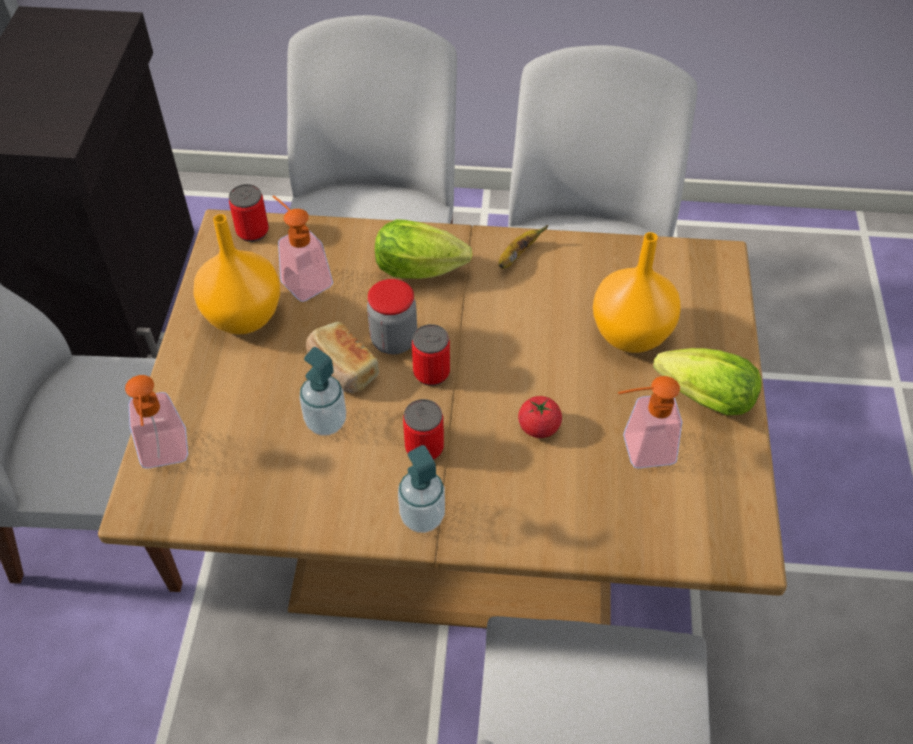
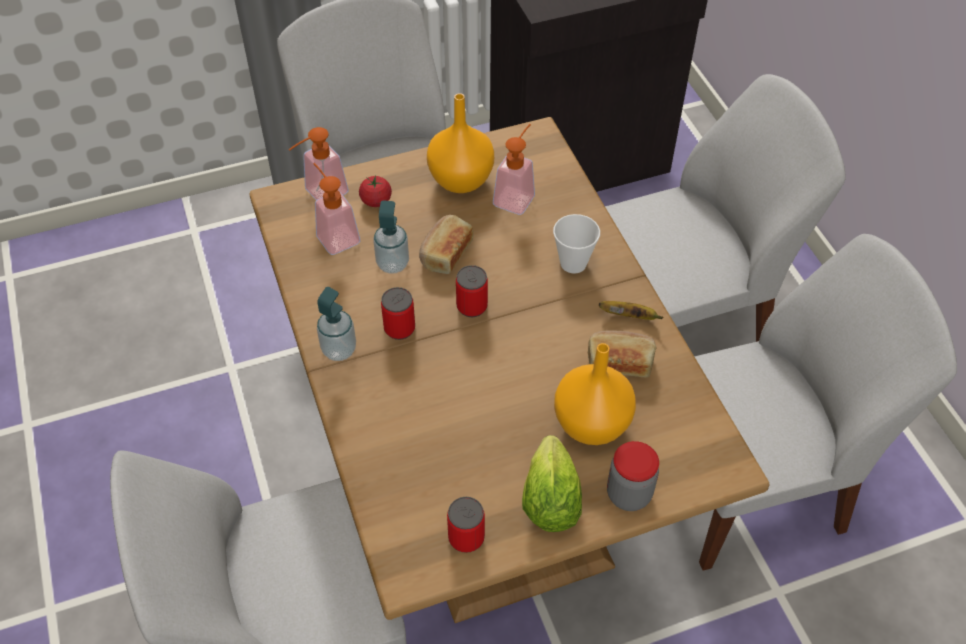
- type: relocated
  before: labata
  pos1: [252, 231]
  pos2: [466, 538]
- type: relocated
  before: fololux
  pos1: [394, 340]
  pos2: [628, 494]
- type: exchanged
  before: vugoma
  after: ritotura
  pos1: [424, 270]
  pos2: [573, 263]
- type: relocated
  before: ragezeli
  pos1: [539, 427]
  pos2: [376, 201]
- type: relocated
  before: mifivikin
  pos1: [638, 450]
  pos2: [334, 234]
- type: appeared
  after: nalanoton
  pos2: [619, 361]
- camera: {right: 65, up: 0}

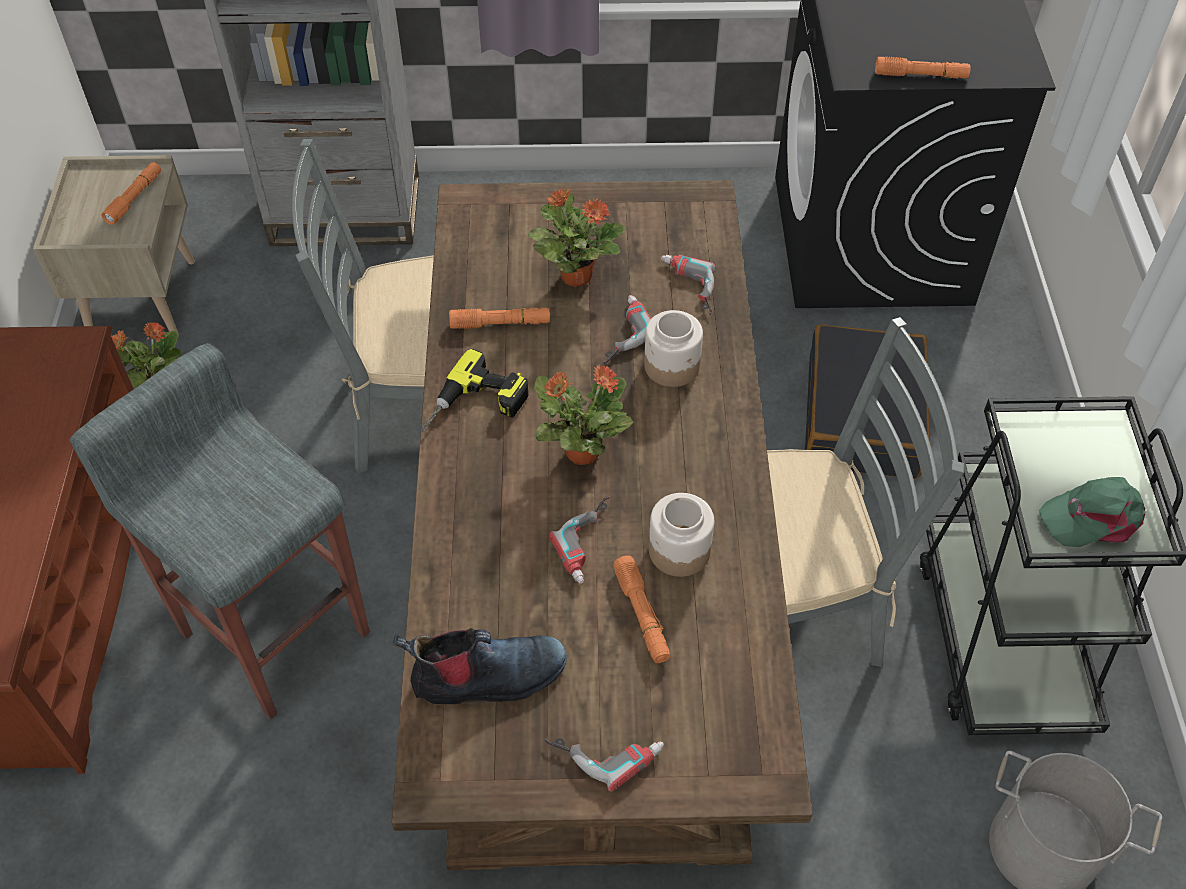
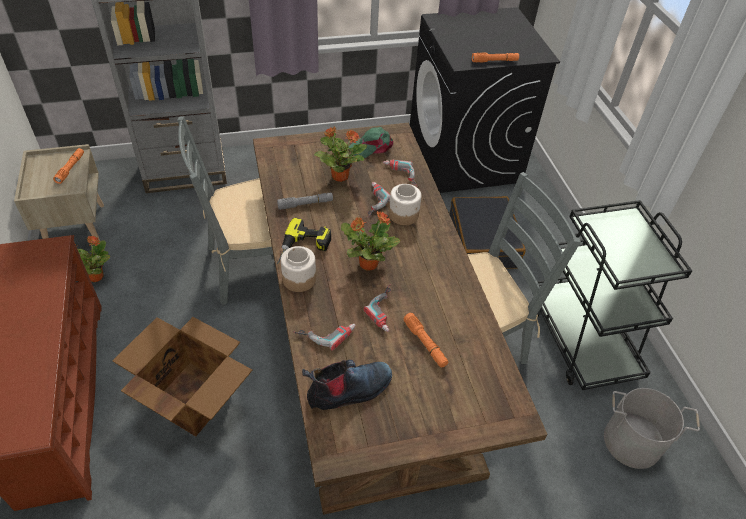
- type: exchanged
  before: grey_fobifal
  after: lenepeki
  pos1: [274, 629]
  pos2: [192, 397]
- type: colour
  before: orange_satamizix
  after: grey_satamizix
  pos1: [500, 324]
  pos2: [305, 204]
- type: relocated
  before: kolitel
  pos1: [605, 748]
  pos2: [325, 331]
- type: relocated
  before: fololux
  pos1: [679, 550]
  pos2: [298, 279]
- type: relocated
  before: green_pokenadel
  pos1: [1093, 517]
  pos2: [372, 147]
- camera: {right: -15, up: -5}

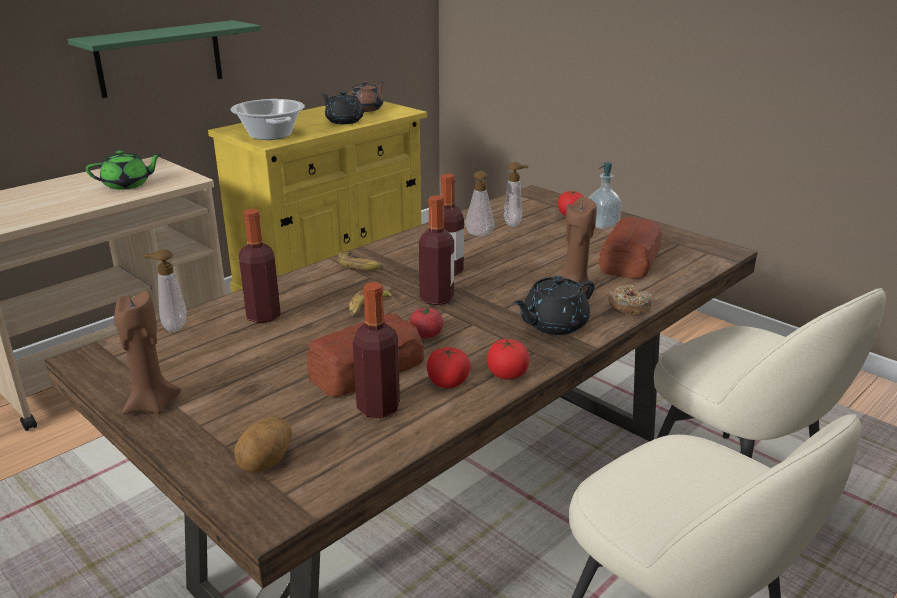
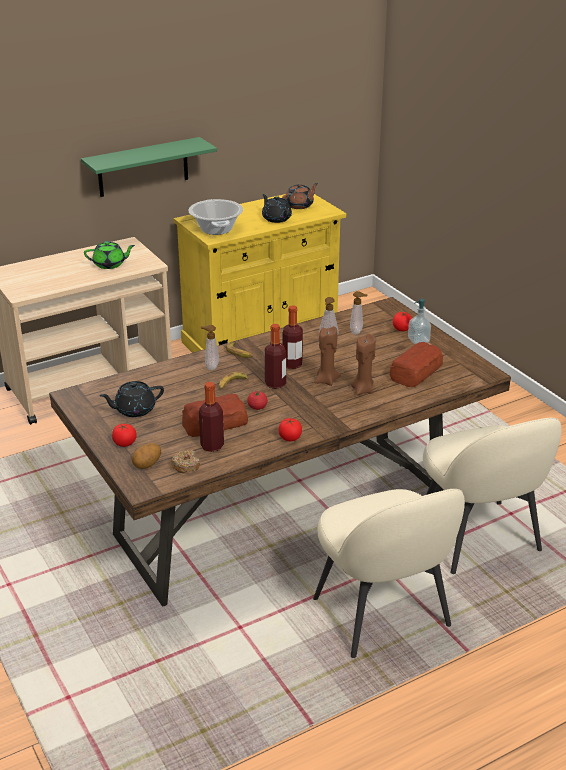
- type: relocated
  before: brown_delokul
  pos1: [151, 405]
  pos2: [326, 380]
- type: relocated
  before: mifivikin
  pos1: [172, 327]
  pos2: [210, 367]
- type: missing
  before: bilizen
  pos1: [263, 316]
- type: relocated
  before: ragezeli
  pos1: [448, 382]
  pos2: [124, 443]
- type: relocated
  before: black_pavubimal
  pos1: [553, 324]
  pos2: [134, 410]
- type: relocated
  before: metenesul
  pos1: [628, 307]
  pos2: [185, 465]
- camera: {right: 15, up: 5}

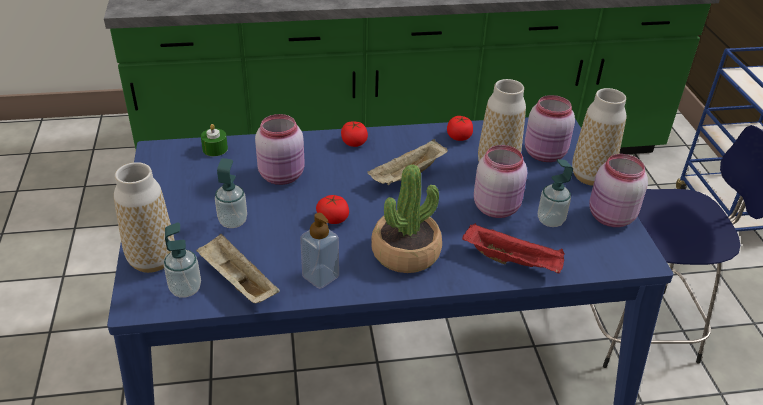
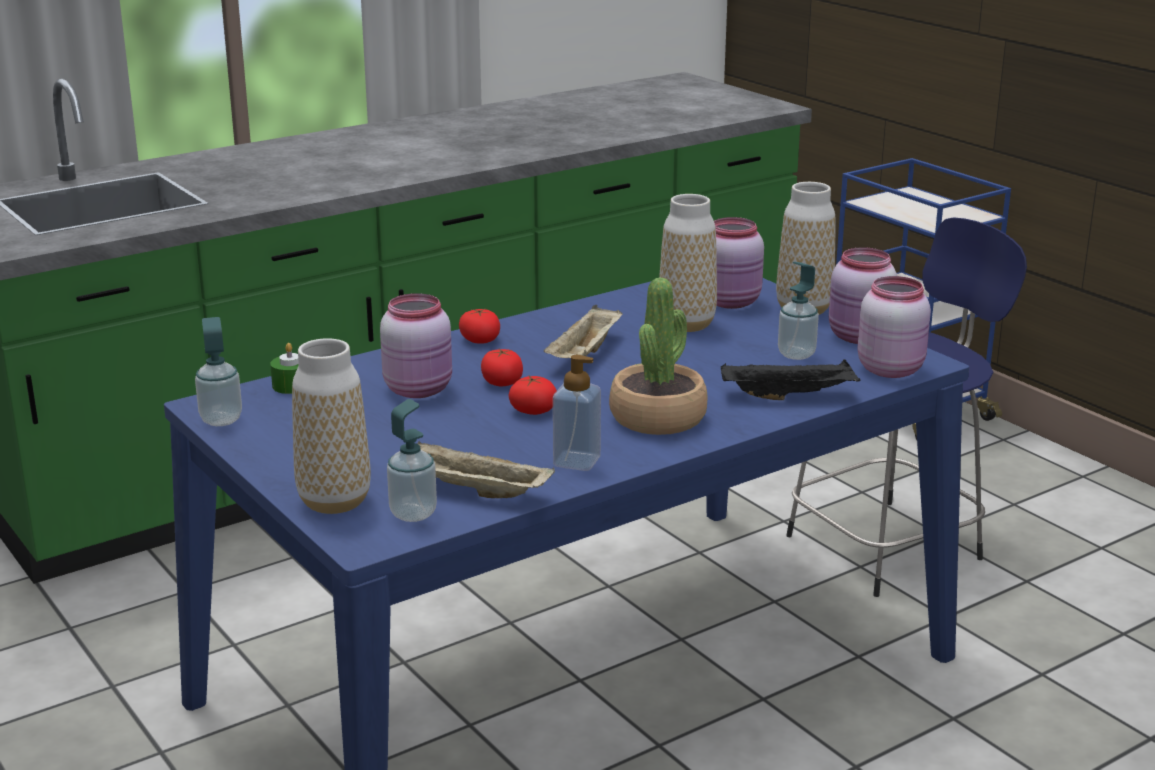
- type: relocated
  before: mifivikin
  pos1: [233, 221]
  pos2: [221, 420]
- type: relocated
  before: ragezeli
  pos1: [459, 136]
  pos2: [502, 382]
- type: colour
  before: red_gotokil
  after: black_gotokil
  pos1: [513, 261]
  pos2: [789, 395]
- type: relocated
  before: pink_fololux
  pos1: [497, 207]
  pos2: [891, 369]
- camera: {right: -25, up: -15}

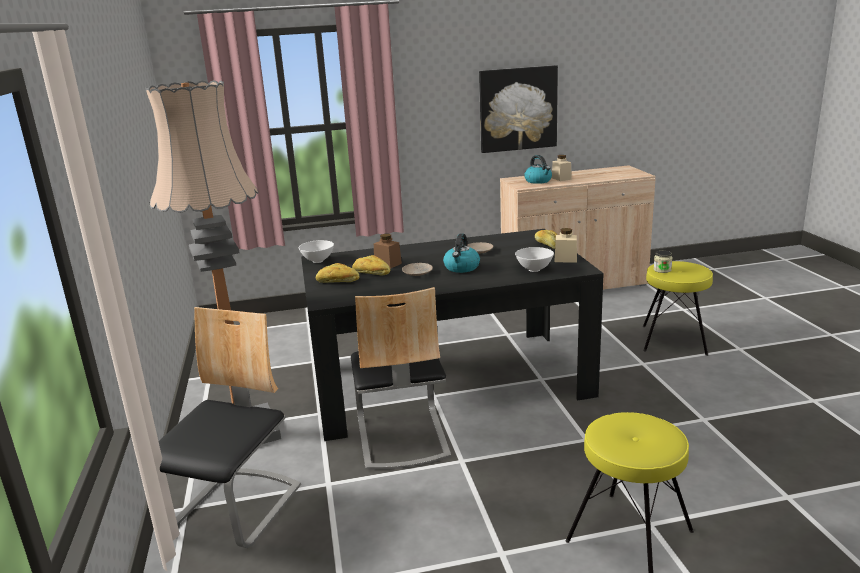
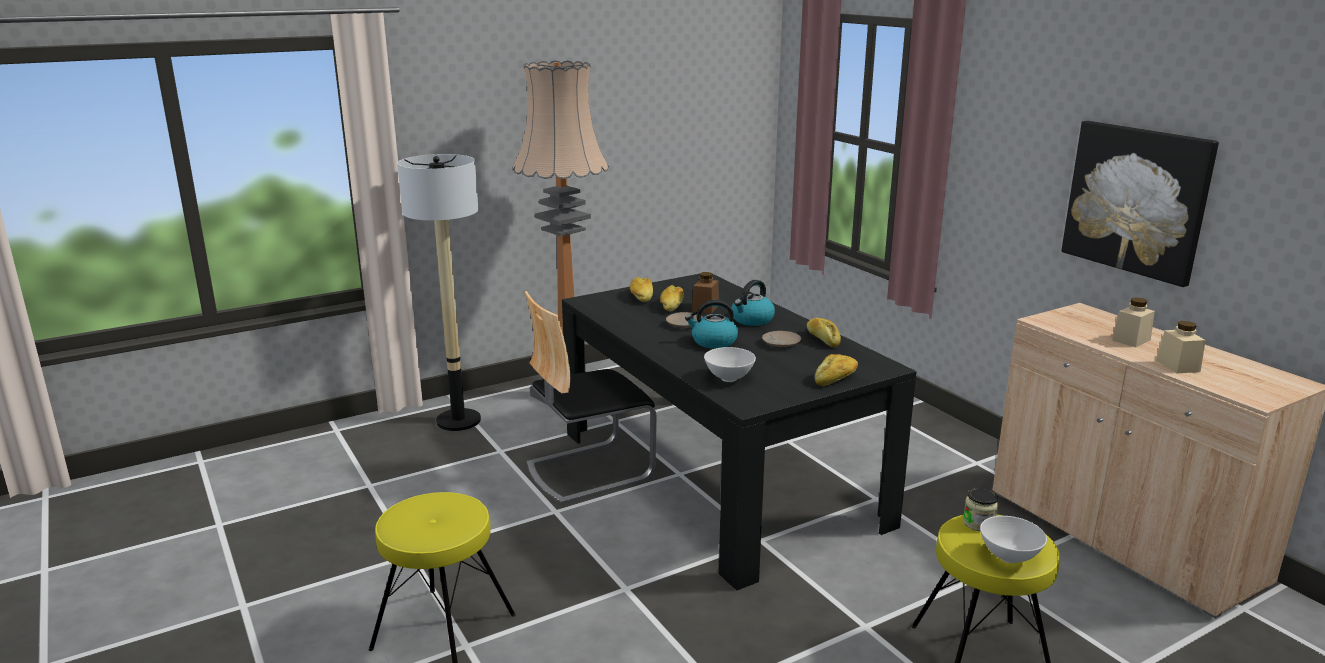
- type: exchanged
  before: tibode
  after: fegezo
  pos1: [235, 508]
  pos2: [459, 421]
- type: relocated
  before: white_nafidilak
  pos1: [317, 261]
  pos2: [1008, 557]
- type: relocated
  before: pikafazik
  pos1: [538, 181]
  pos2: [752, 320]
- type: relocated
  before: beige_fololux
  pos1: [565, 259]
  pos2: [1178, 366]
- type: appeared
  after: nalanoton
  pos2: [823, 339]
- camera: {right: 70, up: 0}

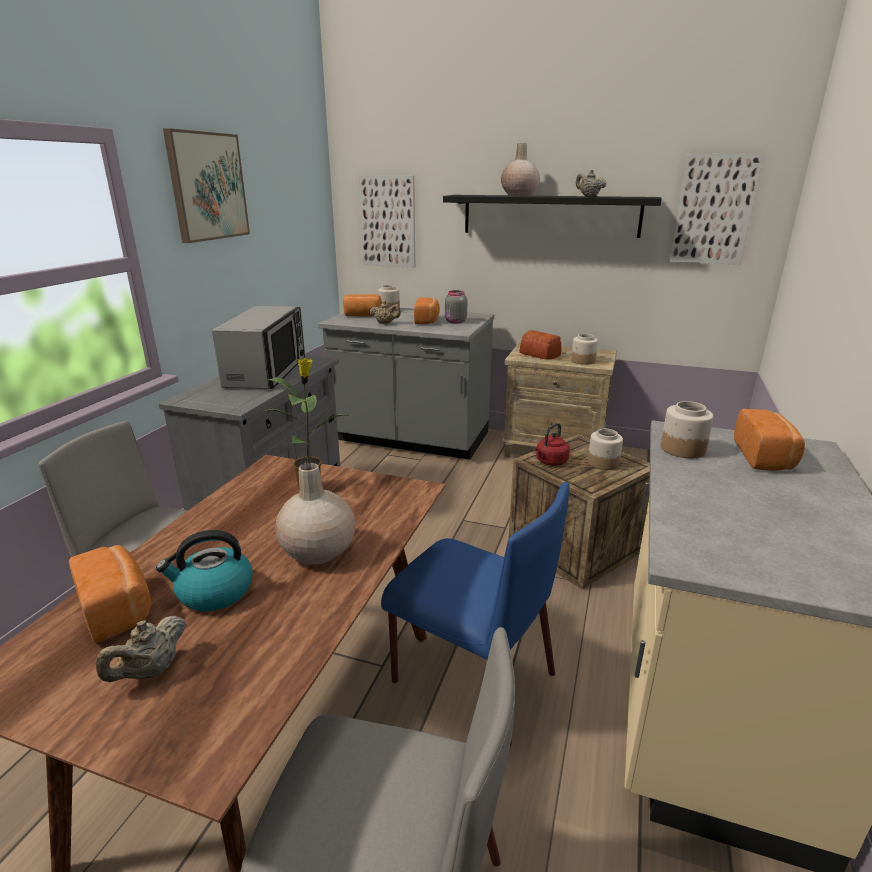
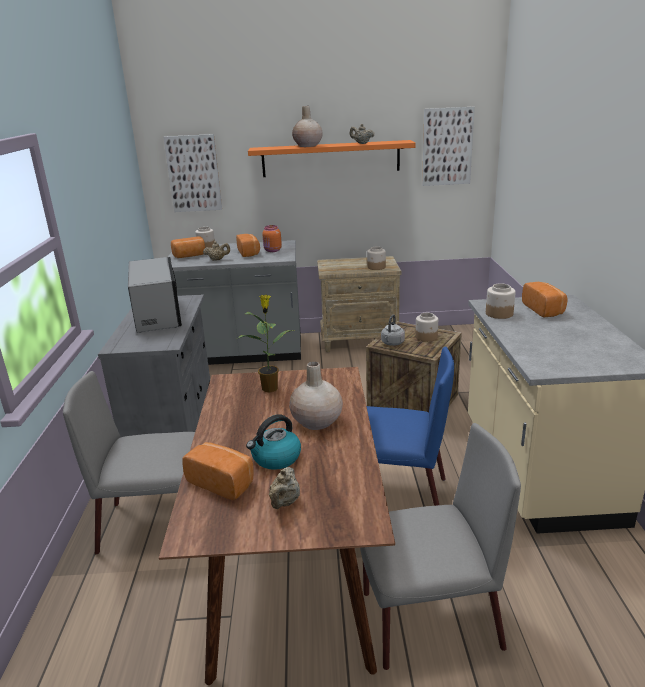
- type: missing
  before: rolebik
  pos1: [207, 186]
- type: colour
  before: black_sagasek
  after: orange_sagasek
  pos1: [550, 215]
  pos2: [330, 158]
- type: colour
  before: grey_fololux
  after: orange_fololux
  pos1: [455, 322]
  pos2: [272, 250]
- type: missing
  before: nalanoton
  pos1: [539, 354]
- type: colour
  before: red_pikafazik
  after: grey_pikafazik
  pos1: [550, 462]
  pos2: [392, 343]
- camera: {right: -20, up: 0}

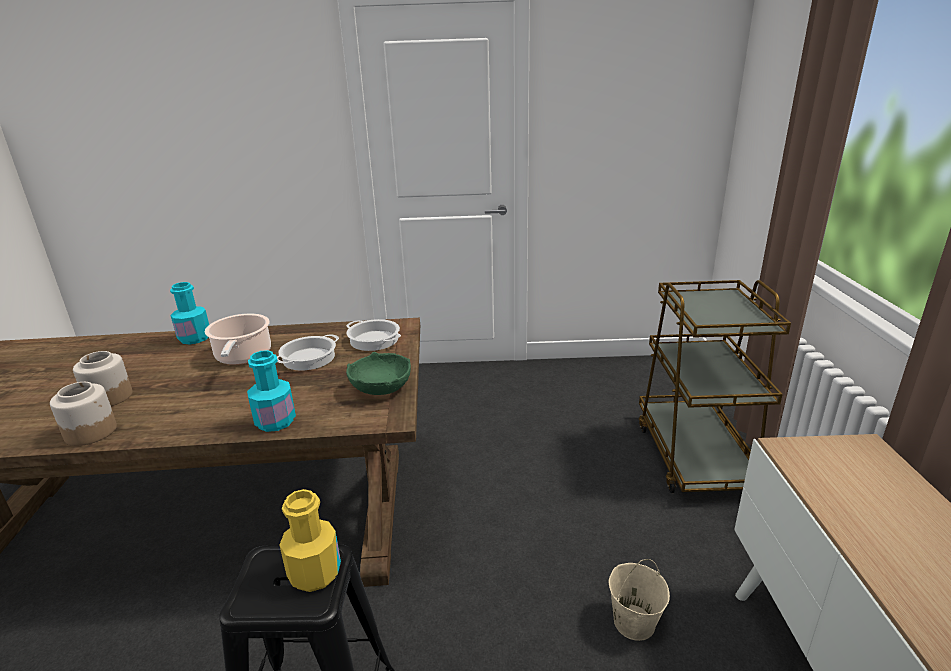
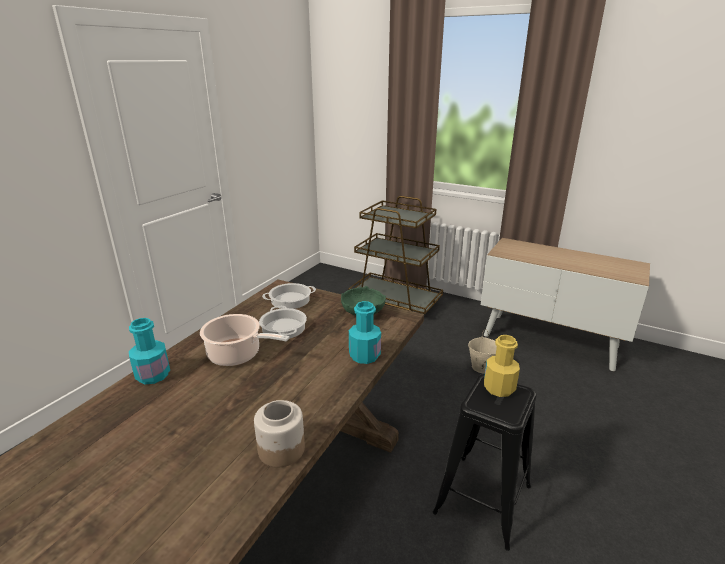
- type: missing
  before: fololux
  pos1: [109, 397]
- camera: {right: -60, up: 0}

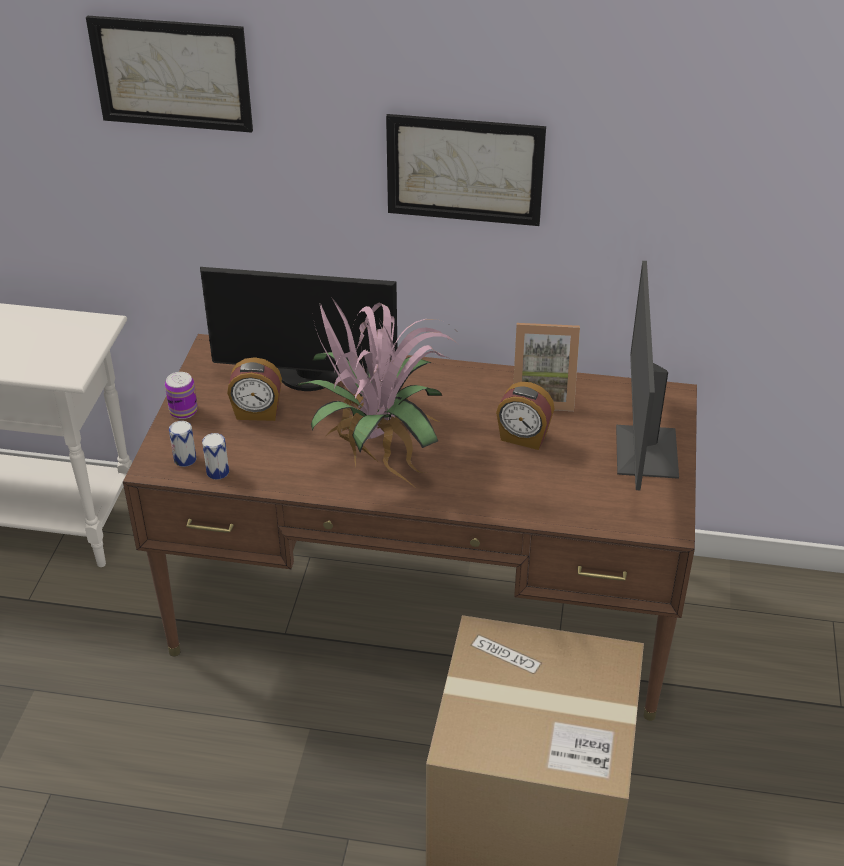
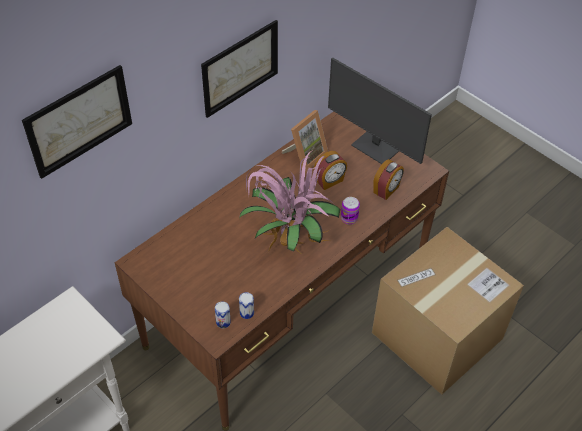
- type: relocated
  before: labata
  pos1: [183, 411]
  pos2: [349, 218]
- type: missing
  before: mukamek
  pos1: [308, 376]
- type: relocated
  before: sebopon
  pos1: [257, 413]
  pos2: [386, 190]
- camera: {right: -55, up: 10}

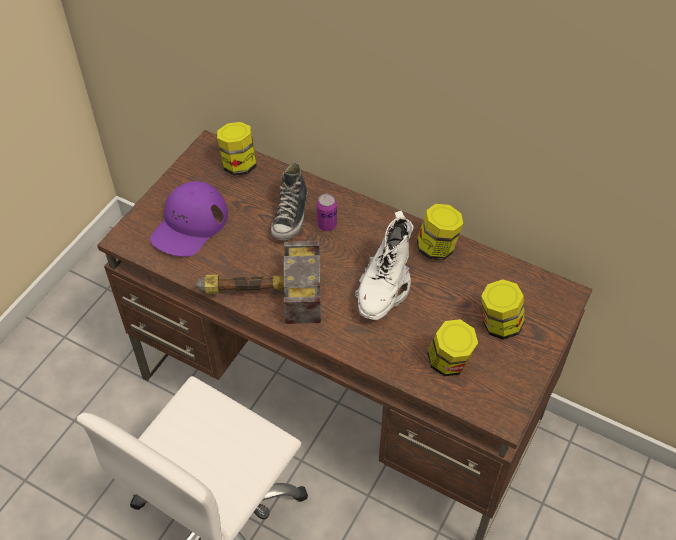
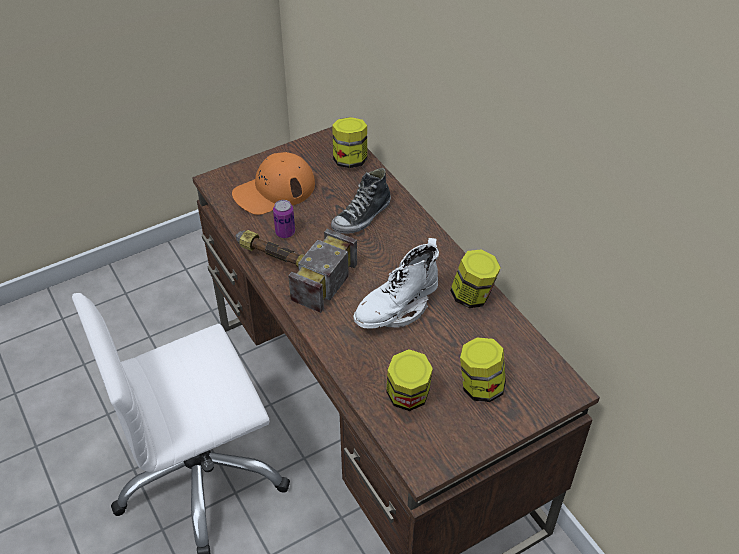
- type: colour
  before: purple_pokenadel
  after: orange_pokenadel
  pos1: [189, 224]
  pos2: [274, 190]
- type: relocated
  before: labata
  pos1: [327, 225]
  pos2: [285, 232]
- camera: {right: 30, up: -5}

